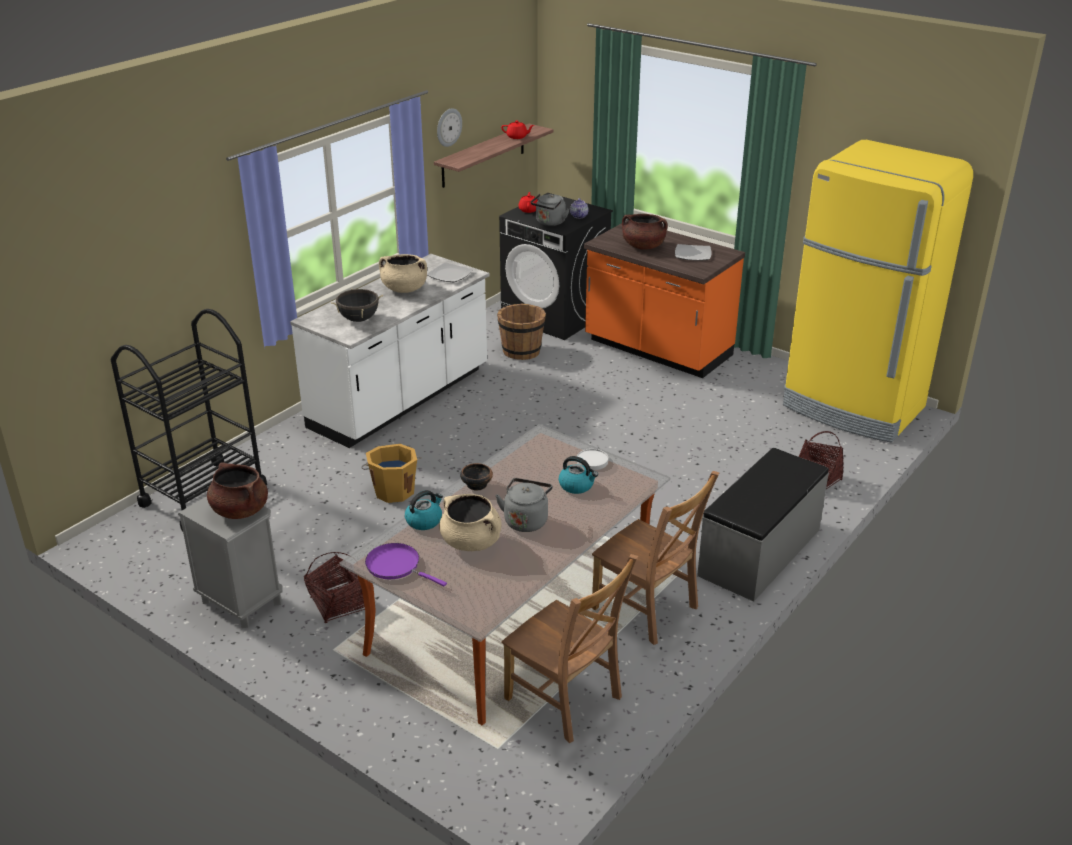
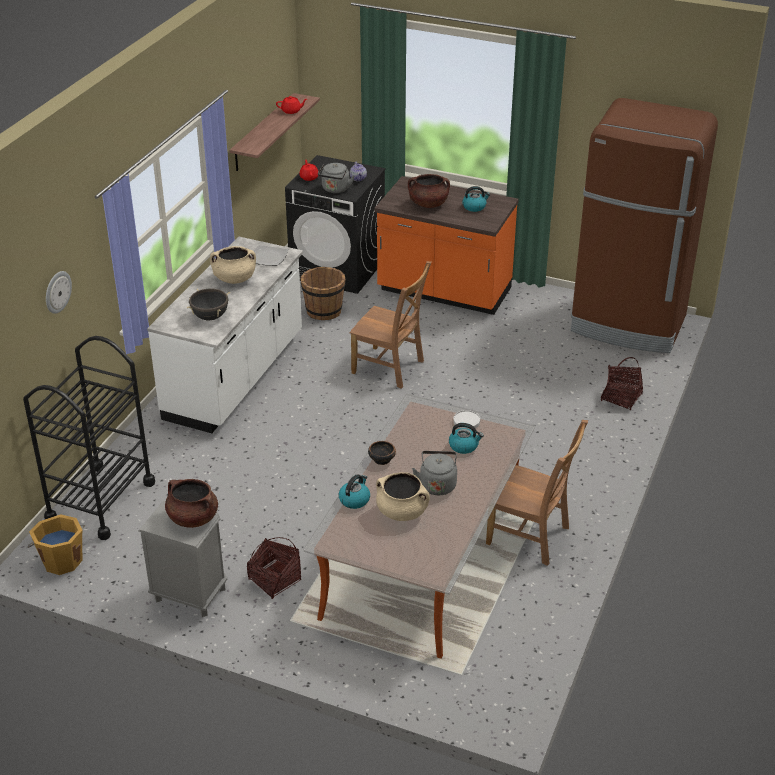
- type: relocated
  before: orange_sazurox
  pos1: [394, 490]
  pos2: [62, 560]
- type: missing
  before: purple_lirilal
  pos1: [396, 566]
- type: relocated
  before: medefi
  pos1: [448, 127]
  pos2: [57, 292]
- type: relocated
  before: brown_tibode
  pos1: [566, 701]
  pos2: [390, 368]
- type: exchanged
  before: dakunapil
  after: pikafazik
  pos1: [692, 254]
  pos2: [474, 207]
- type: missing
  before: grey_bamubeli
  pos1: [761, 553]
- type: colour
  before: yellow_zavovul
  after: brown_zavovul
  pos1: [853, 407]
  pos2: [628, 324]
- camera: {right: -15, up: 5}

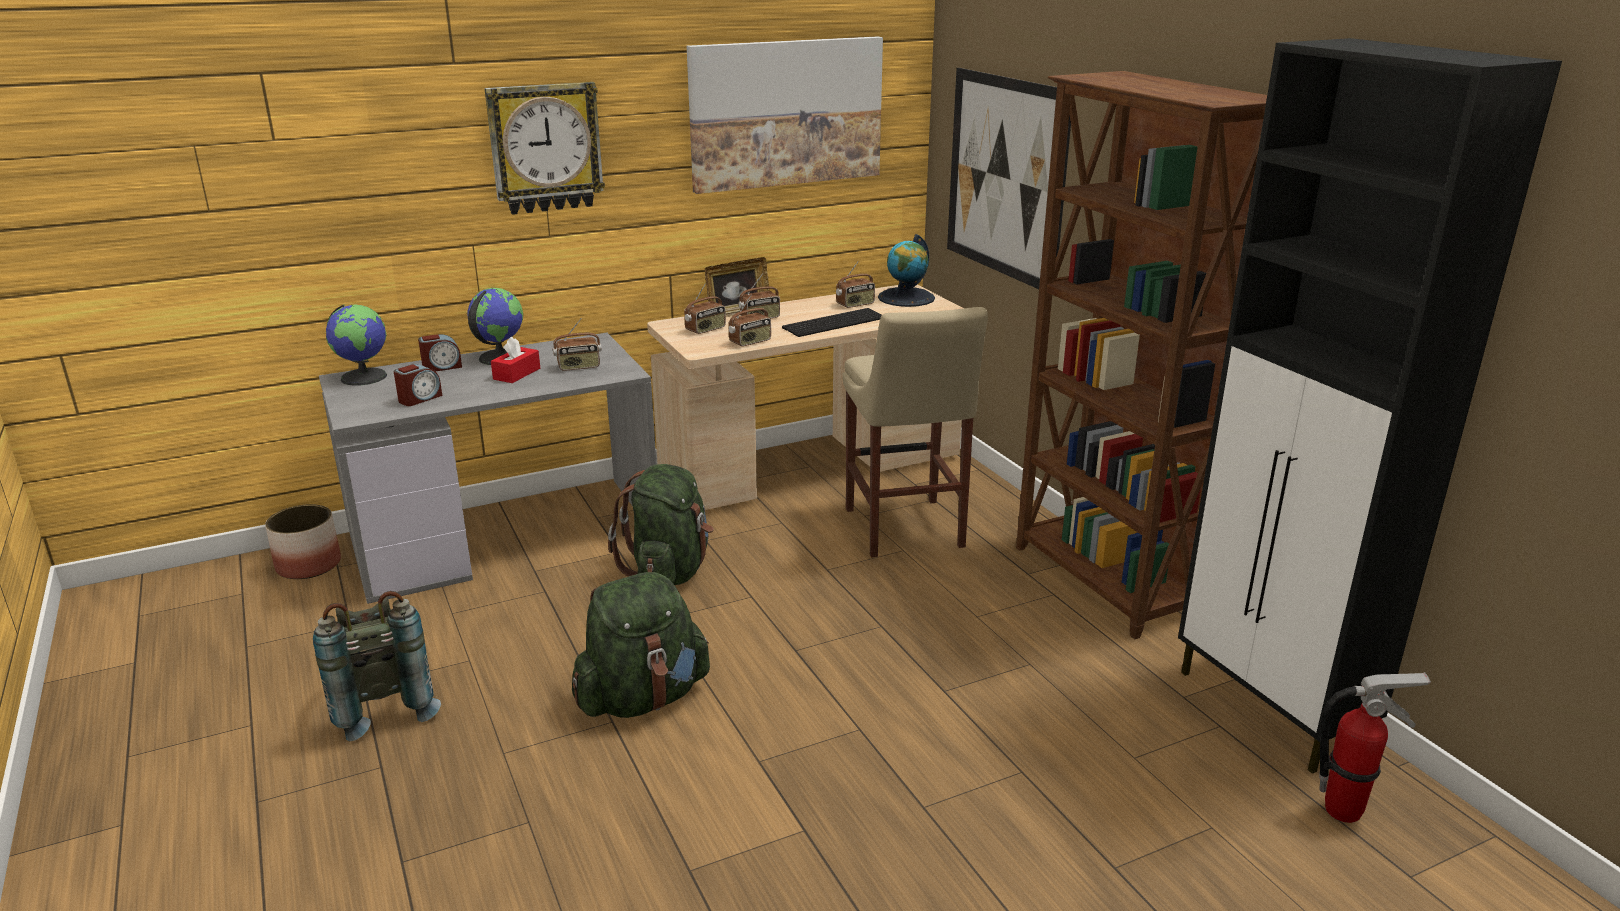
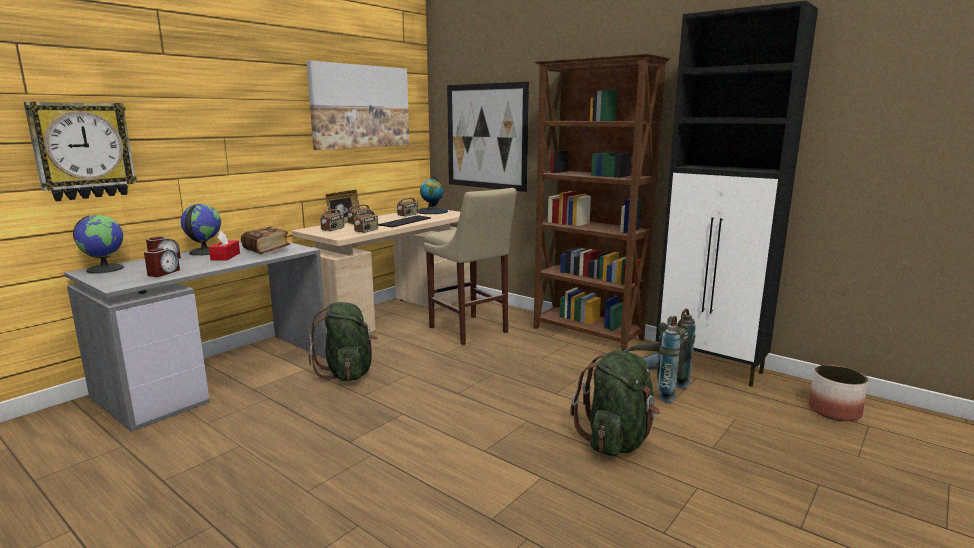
- type: relocated
  before: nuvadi
  pos1: [308, 565]
  pos2: [833, 411]
- type: relocated
  before: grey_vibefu
  pos1: [382, 707]
  pos2: [654, 388]
- type: relocated
  before: medefi
  pos1: [545, 148]
  pos2: [83, 151]
- type: exchanged
  before: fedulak
  after: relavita
  pos1: [579, 367]
  pos2: [266, 250]
- type: relocated
  before: green_vibefu
  pos1: [643, 698]
  pos2: [617, 441]
- type: missing
  before: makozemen
  pos1: [1344, 811]
- camera: {right: -25, up: -10}

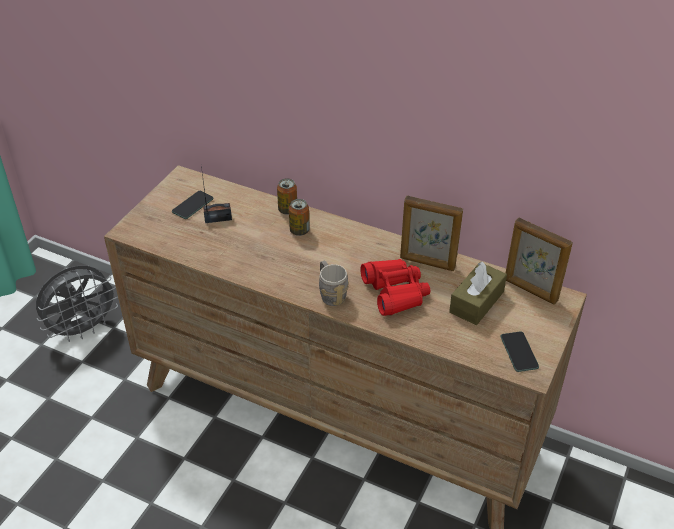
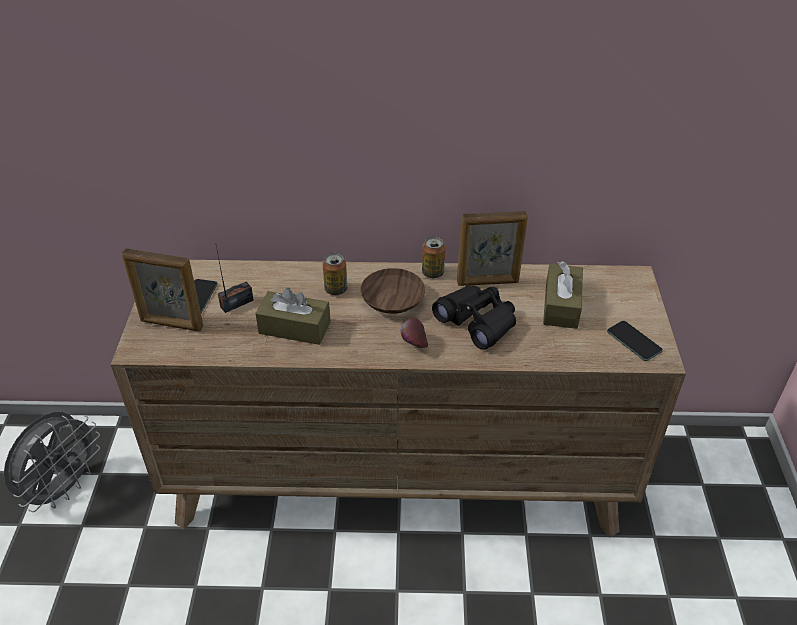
- type: relocated
  before: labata
  pos1: [287, 210]
  pos2: [433, 273]
- type: exchanged
  before: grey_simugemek
  after: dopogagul
  pos1: [330, 294]
  pos2: [414, 345]
- type: colour
  before: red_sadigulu
  after: black_sadigulu
  pos1: [395, 292]
  pos2: [477, 322]
- type: relocated
  before: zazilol
  pos1: [530, 290]
  pos2: [171, 324]
- type: appeared
  after: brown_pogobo
  pos2: [294, 328]
- type: appeared
  after: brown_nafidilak
  pos2: [393, 300]
- camera: {right: -25, up: 0}

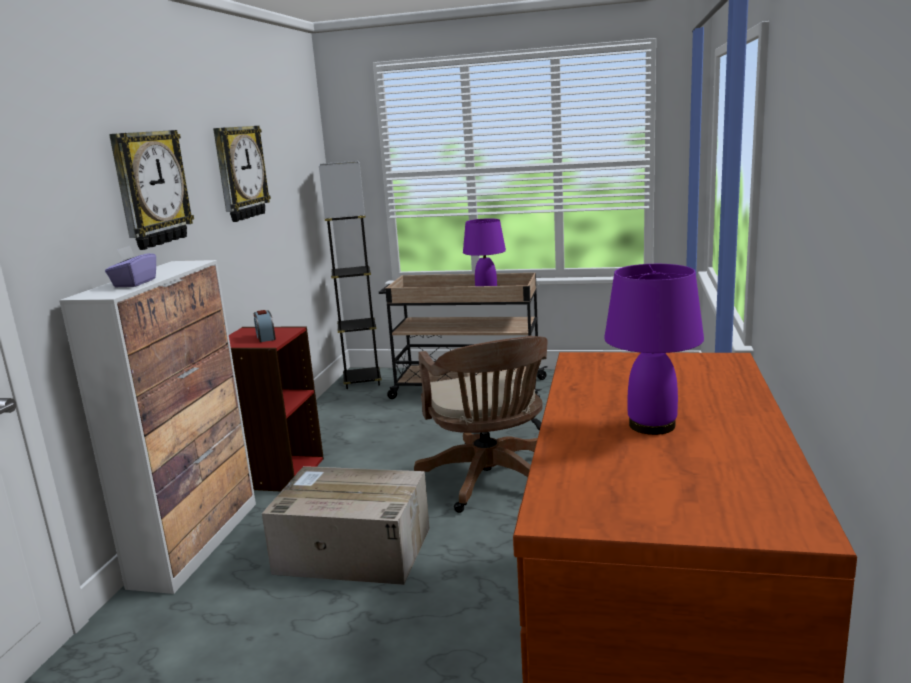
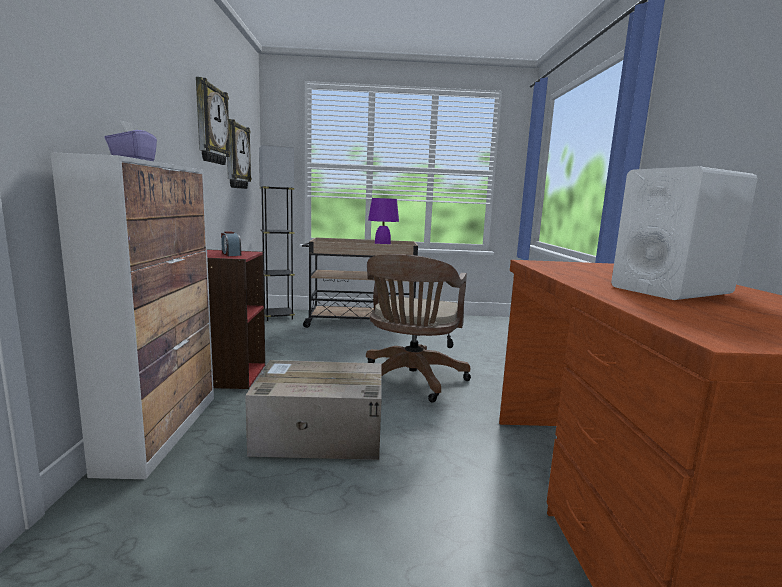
- type: relocated
  before: medefi
  pos1: [150, 188]
  pos2: [235, 156]
- type: spun
  before: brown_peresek
  pos1: [490, 482]
  pos2: [411, 380]
  turn: 45
- type: exchanged
  before: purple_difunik
  after: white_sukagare
  pos1: [653, 425]
  pos2: [671, 290]
- camera: {right: -15, up: -5}

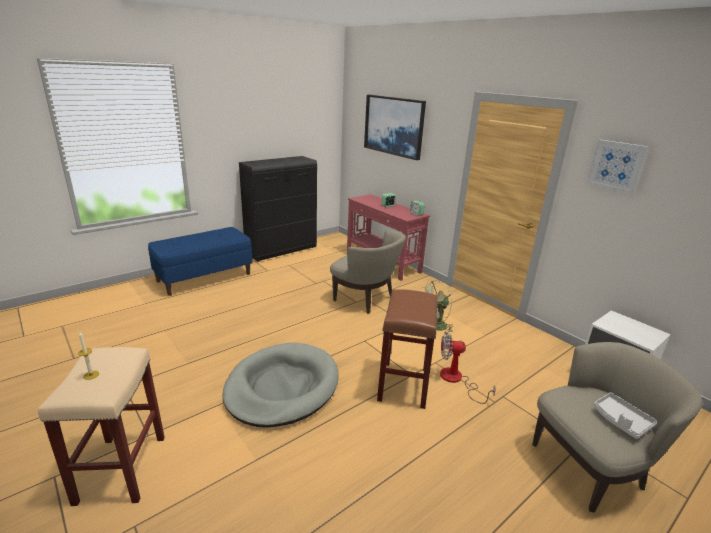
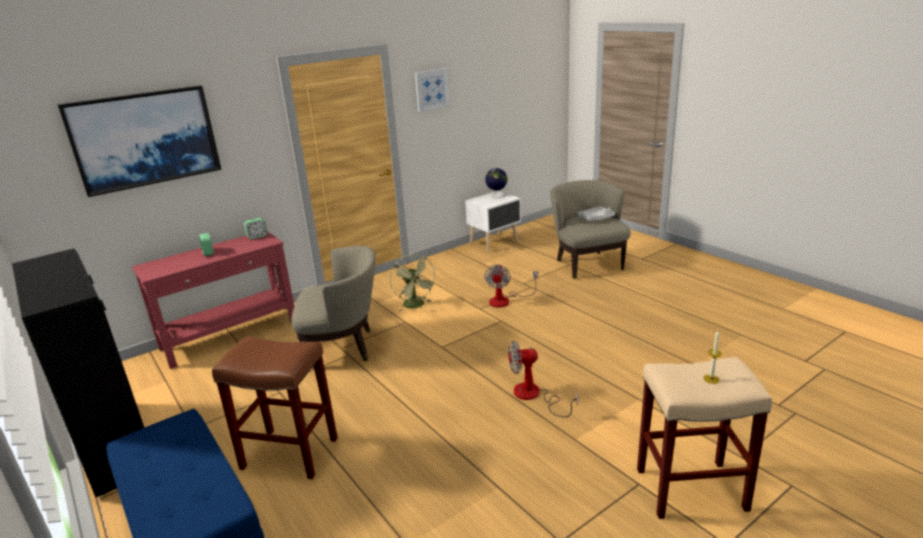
- type: exchanged
  before: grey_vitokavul
  after: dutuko
  pos1: [282, 387]
  pos2: [534, 396]
- type: spun
  before: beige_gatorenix
  pos1: [366, 299]
  pos2: [343, 348]
  turn: 45
- type: relocated
  before: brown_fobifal
  pos1: [403, 383]
  pos2: [288, 453]
- type: appeared
  after: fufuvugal
  pos2: [496, 195]
- camera: {right: -85, up: 0}

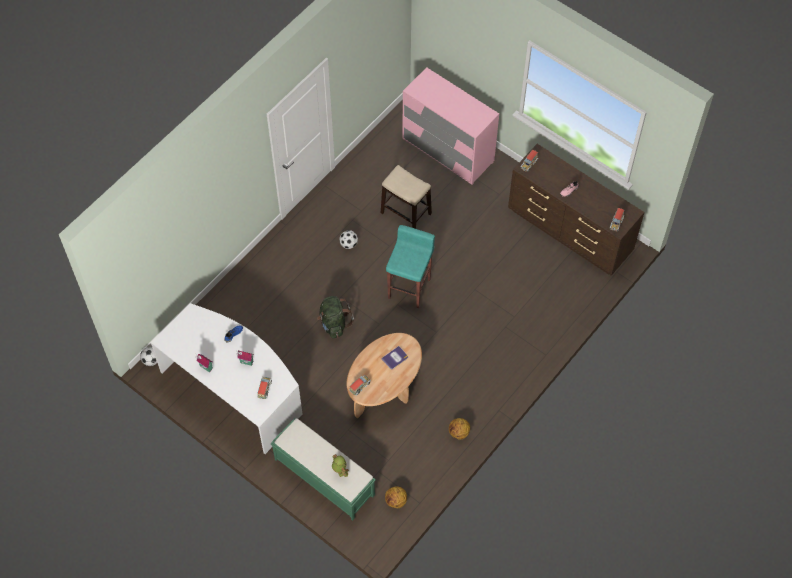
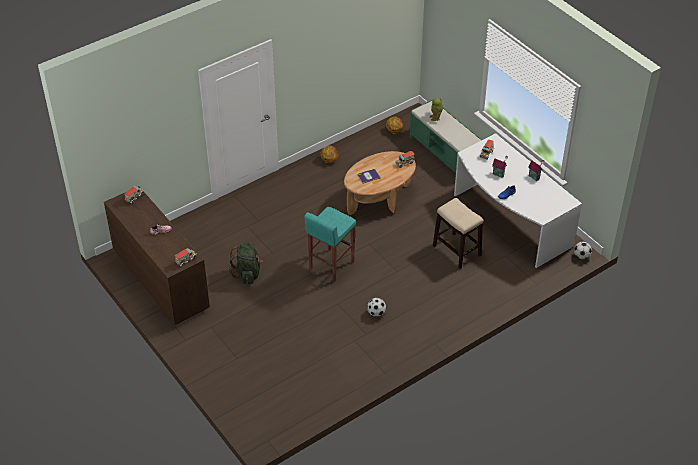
- type: relocated
  before: green_vibefu
  pos1: [334, 323]
  pos2: [247, 273]
- type: relocated
  before: fobifal
  pos1: [406, 213]
  pos2: [456, 250]
- type: missing
  before: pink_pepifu
  pos1: [448, 150]
- camera: {right: -165, up: -15}

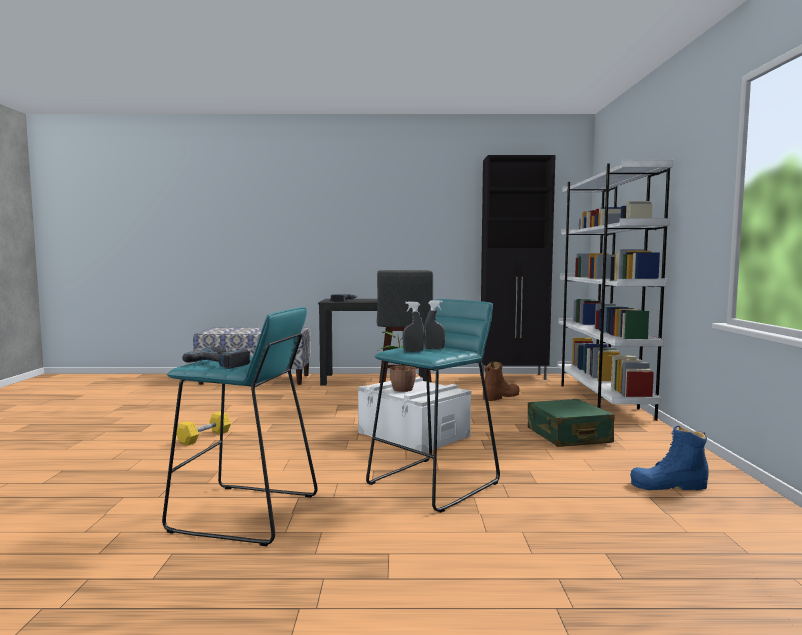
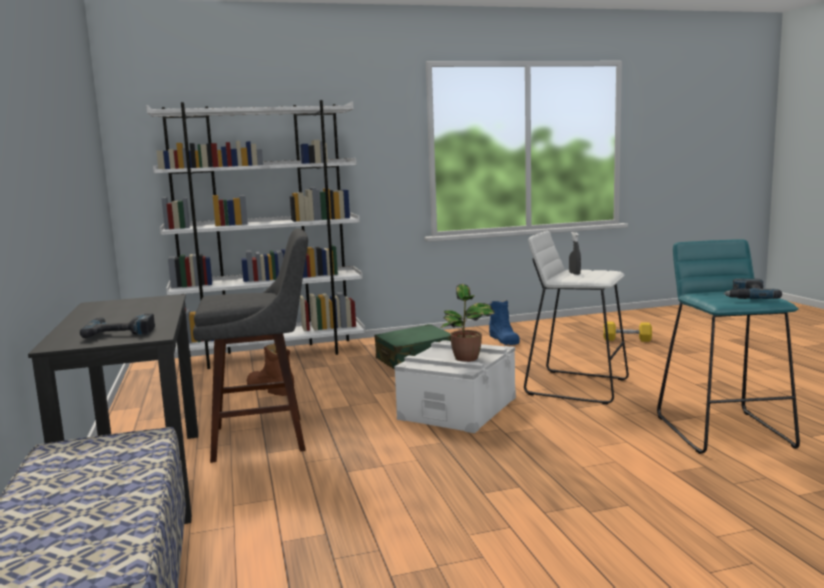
- type: relocated
  before: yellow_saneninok
  pos1: [204, 437]
  pos2: [627, 339]
- type: colour
  before: turquoise_fobifal
  after: white_fobifal
  pos1: [434, 483]
  pos2: [576, 386]
- type: missing
  before: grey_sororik
  pos1: [413, 351]
- type: missing
  before: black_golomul
  pos1: [514, 377]
- camera: {right: -105, up: 5}

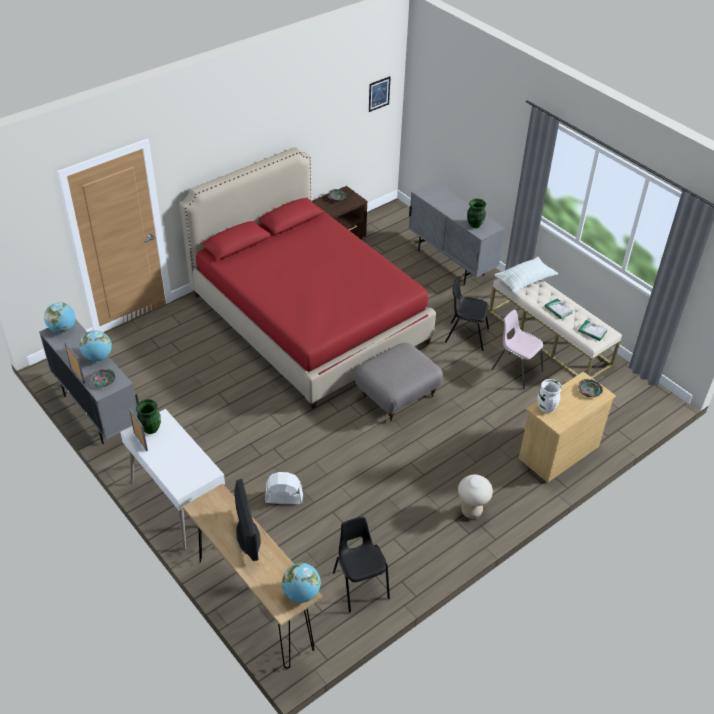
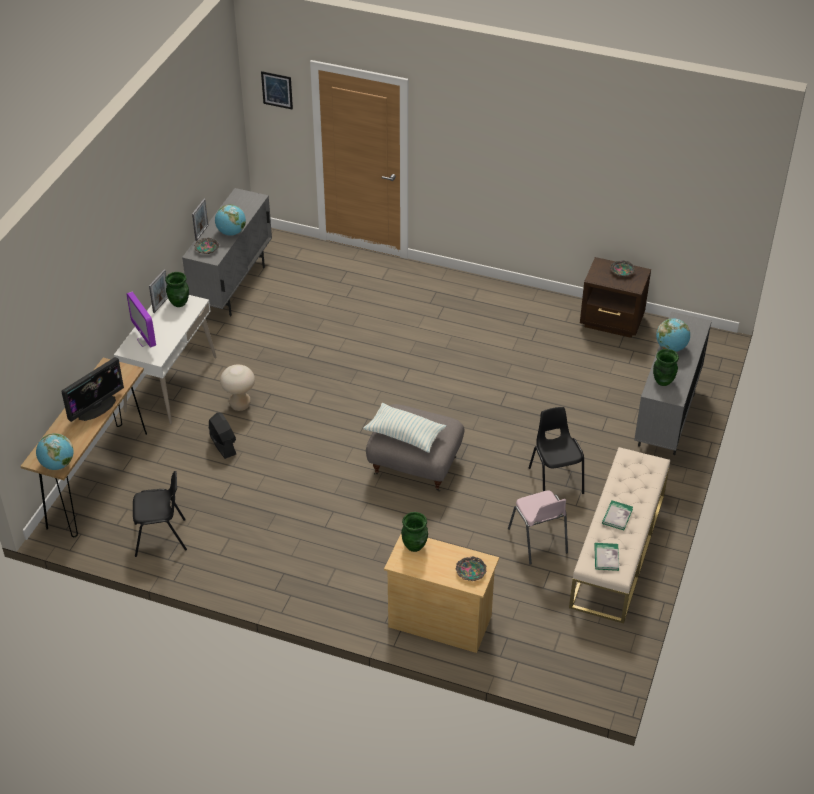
- type: relocated
  before: fufuvugal
  pos1: [62, 328]
  pos2: [671, 348]
- type: missing
  before: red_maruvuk
  pos1: [308, 319]
- type: colour
  before: white_dutuko
  after: black_dutuko
  pos1: [283, 498]
  pos2: [223, 444]
- type: spun
  before: black_tibode
  pos1: [360, 585]
  pos2: [161, 537]
  turn: 45
- type: relocated
  before: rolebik
  pos1: [379, 94]
  pos2: [277, 90]
- type: relocated
  before: beige_fobifal
  pos1: [471, 511]
  pos2: [240, 405]
- type: spun
  before: pink_tibode
  pos1: [516, 370]
  pos2: [538, 541]
  turn: 150
- type: relocated
  before: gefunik
  pos1: [525, 281]
  pos2: [405, 435]
- type: colour
  before: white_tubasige
  after: green_tubasige
  pos1: [546, 408]
  pos2: [415, 545]
- type: appeared
  after: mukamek
  pos2: [146, 341]
- camera: {right: 60, up: 0}

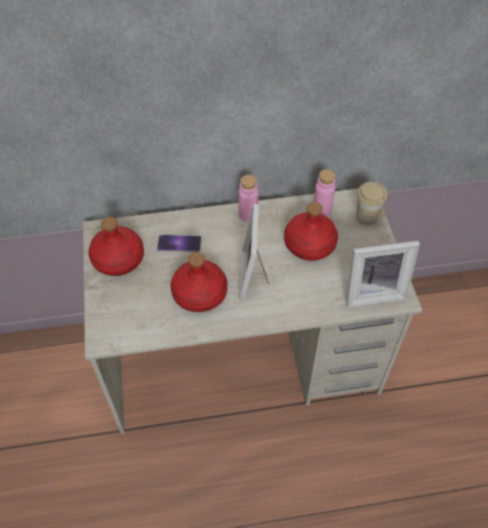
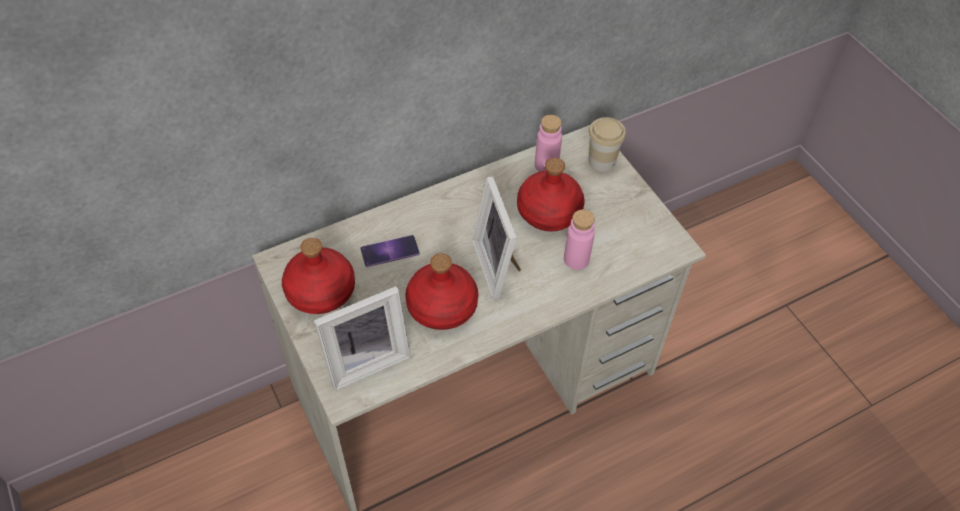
- type: relocated
  before: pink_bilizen
  pos1: [248, 214]
  pos2: [576, 259]
- type: relocated
  before: zazilol
  pos1: [373, 292]
  pos2: [365, 359]
- camera: {right: -20, up: 0}

